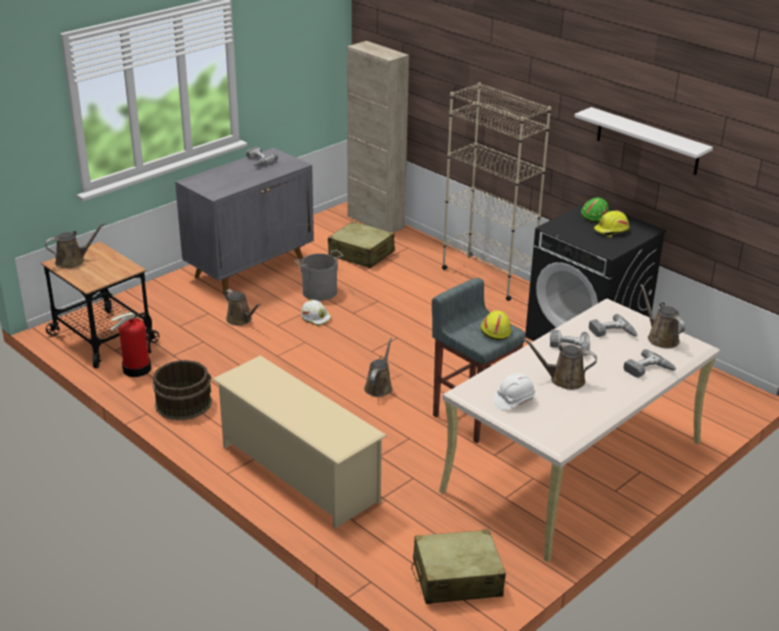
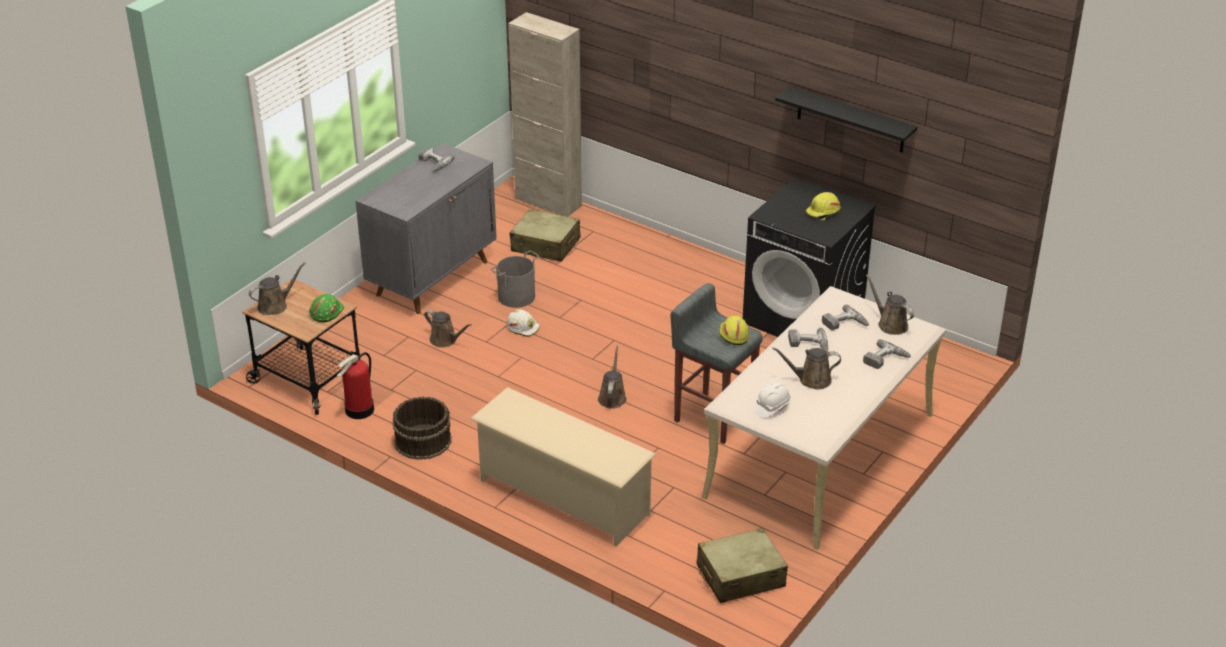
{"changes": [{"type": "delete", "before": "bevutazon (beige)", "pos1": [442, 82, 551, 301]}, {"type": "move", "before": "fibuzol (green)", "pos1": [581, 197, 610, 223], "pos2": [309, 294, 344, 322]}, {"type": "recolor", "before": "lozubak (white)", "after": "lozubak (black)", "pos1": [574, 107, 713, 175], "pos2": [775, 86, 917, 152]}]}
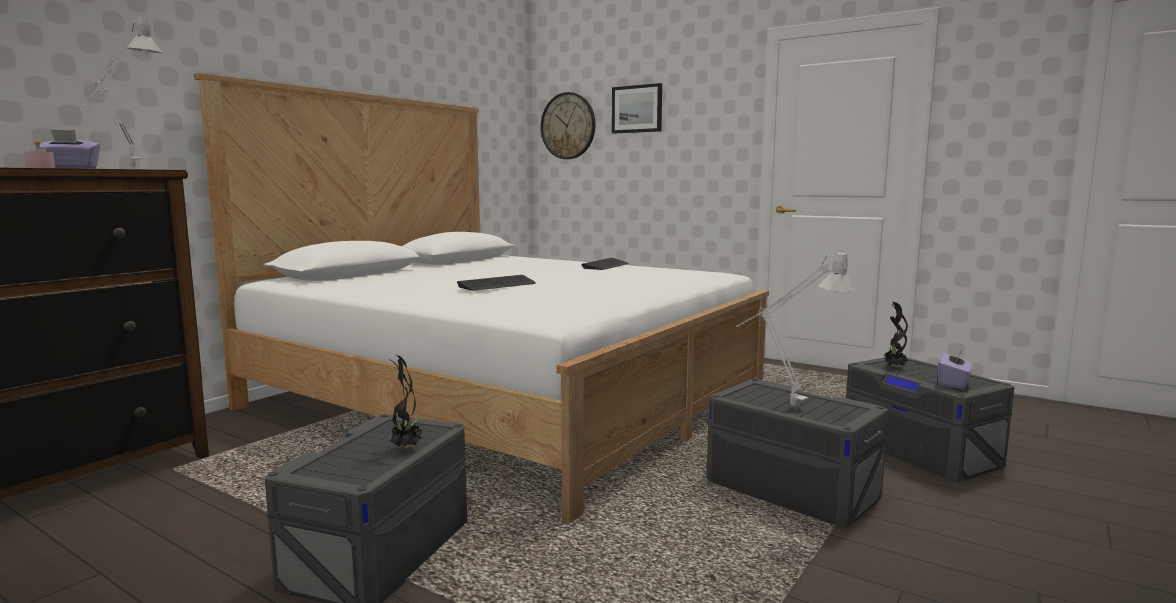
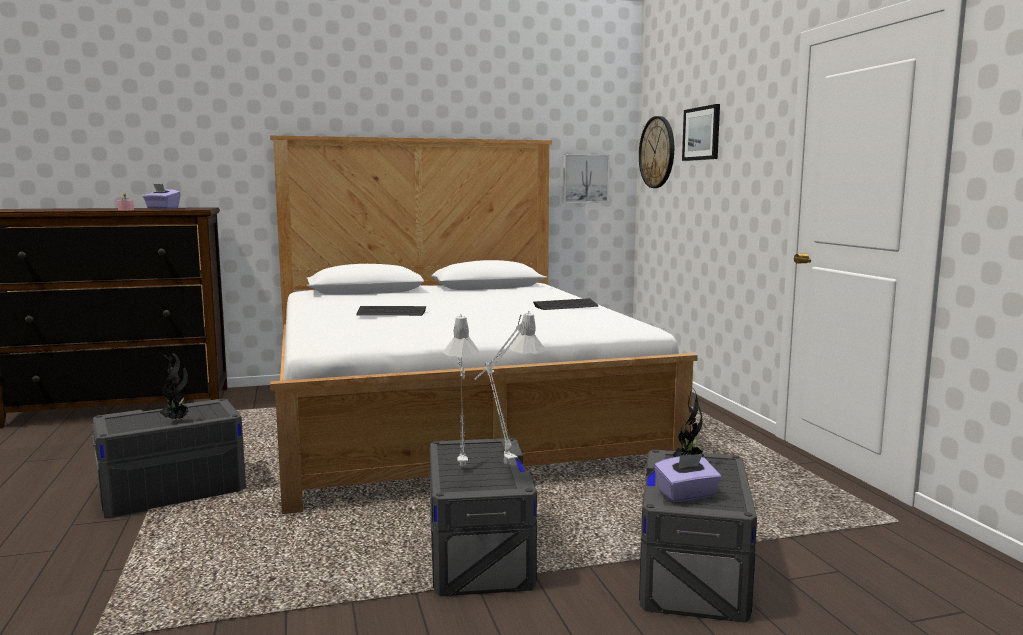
{"changes": [{"type": "insert", "after": "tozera", "pos2": [563, 154, 610, 203]}, {"type": "move", "before": "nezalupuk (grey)", "pos1": [82, 15, 163, 169], "pos2": [474, 311, 545, 464]}]}
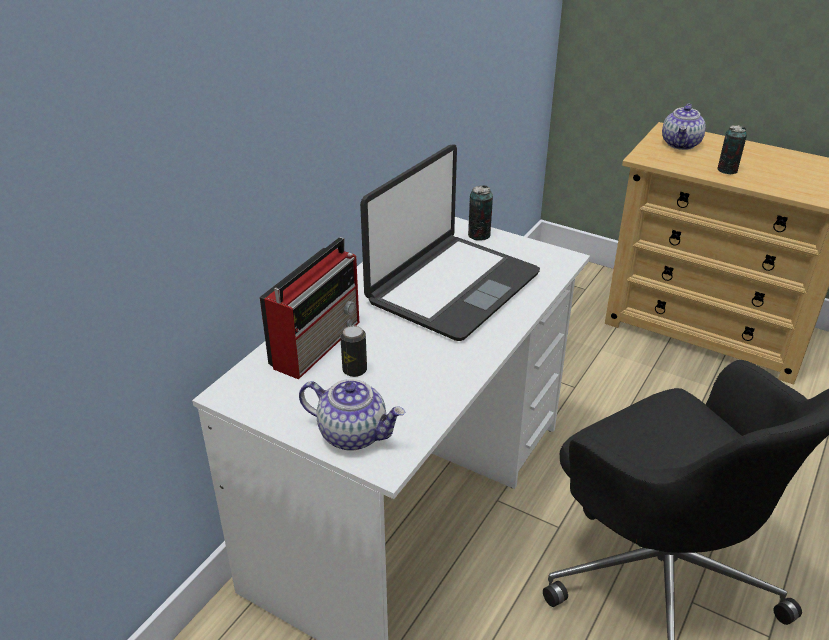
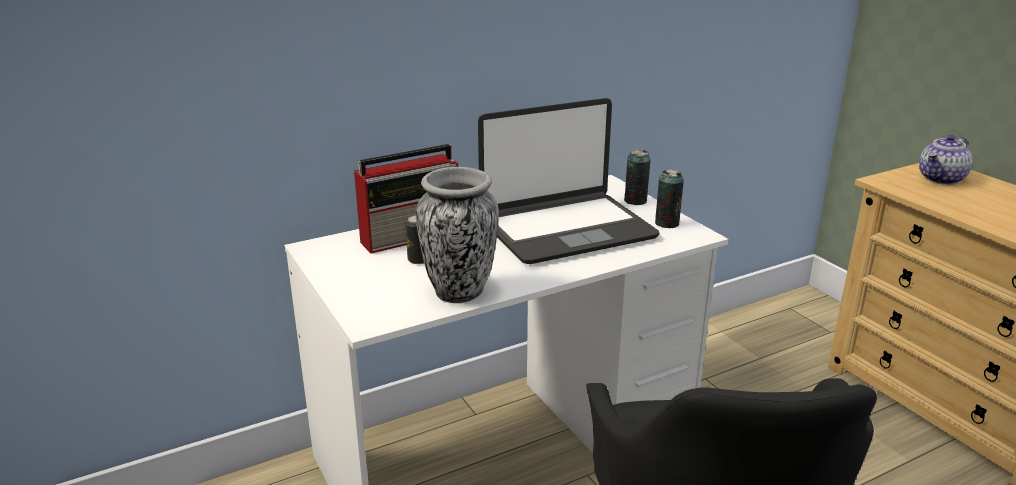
{"changes": [{"type": "delete", "before": "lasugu", "pos1": [299, 379, 406, 451]}, {"type": "insert", "after": "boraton", "pos2": [416, 167, 499, 303]}, {"type": "move", "before": "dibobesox", "pos1": [717, 125, 747, 174], "pos2": [655, 169, 684, 228]}]}
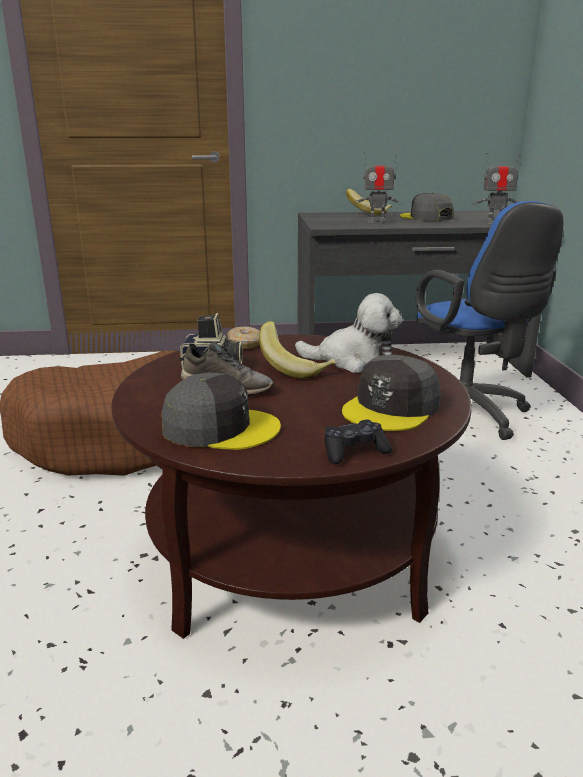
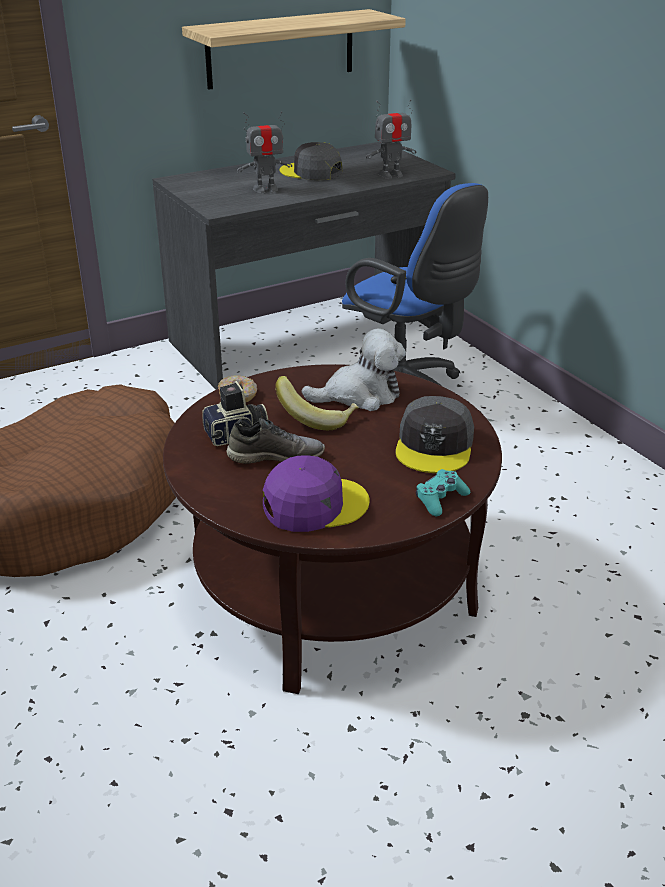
{"changes": [{"type": "delete", "before": "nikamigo", "pos1": [346, 189, 392, 215]}, {"type": "insert", "after": "lozubak", "pos2": [182, 9, 406, 90]}, {"type": "recolor", "before": "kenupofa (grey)", "after": "kenupofa (purple)", "pos1": [162, 373, 281, 450], "pos2": [263, 455, 369, 532]}, {"type": "recolor", "before": "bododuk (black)", "after": "bododuk (turquoise)", "pos1": [324, 420, 392, 464], "pos2": [416, 469, 470, 516]}]}
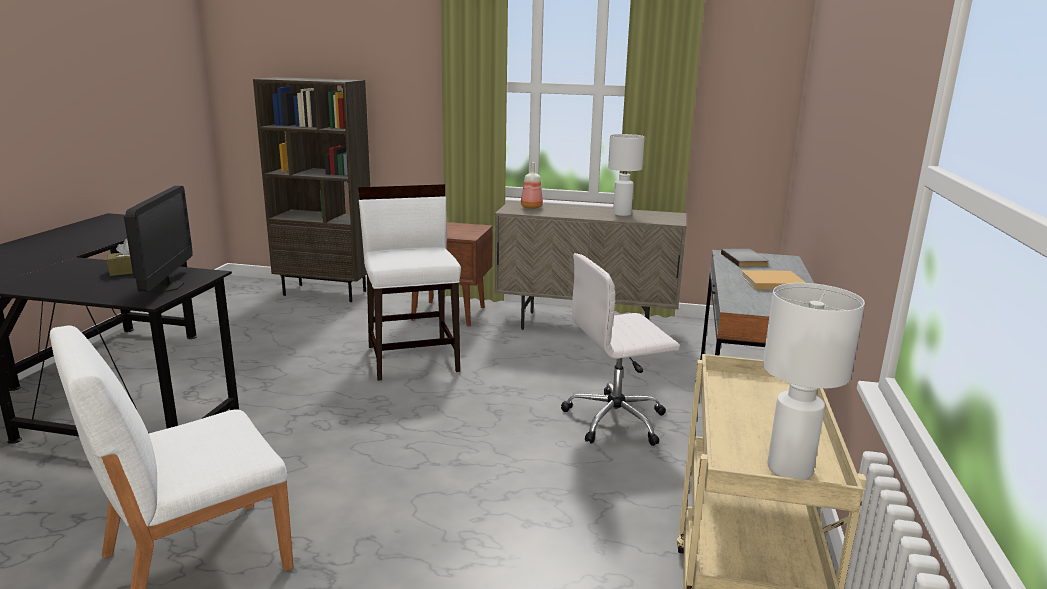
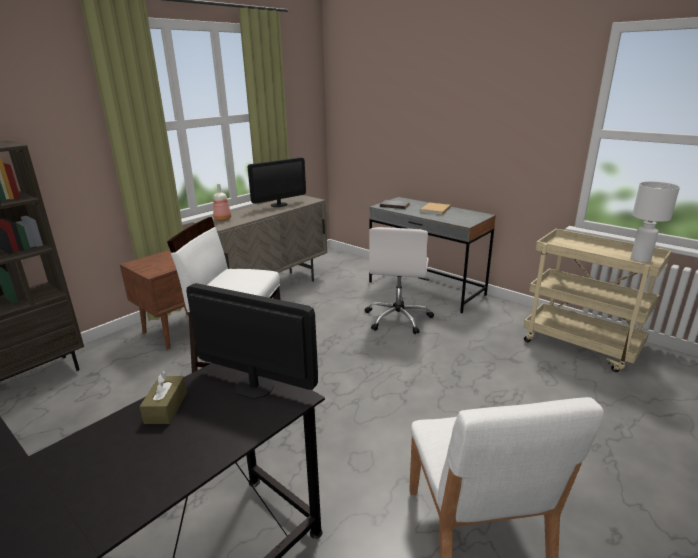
{"changes": [{"type": "replace", "before": "nezalupuk (white)", "after": "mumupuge", "pos1": [608, 134, 645, 216], "pos2": [248, 157, 306, 207]}]}
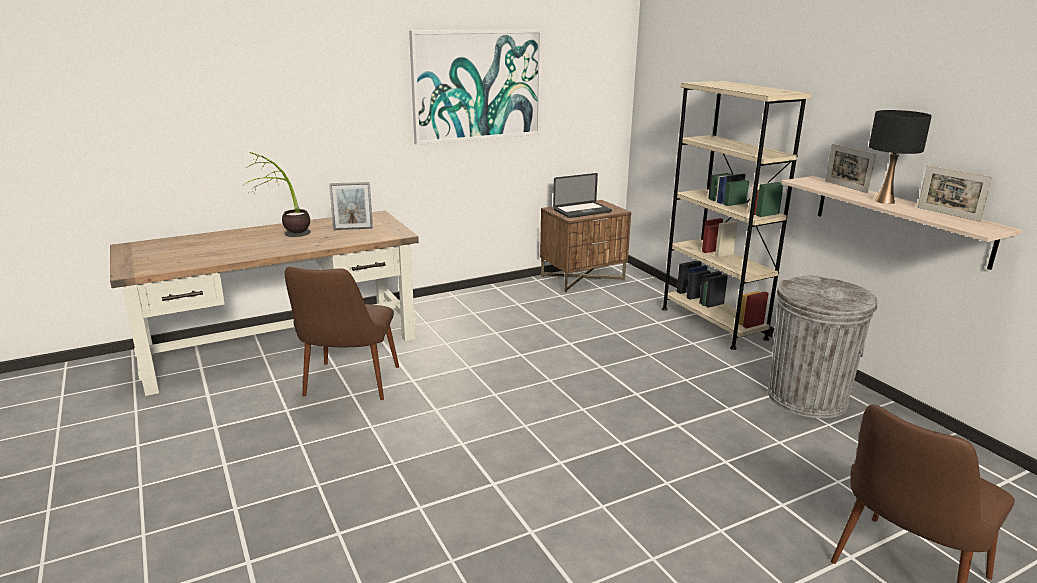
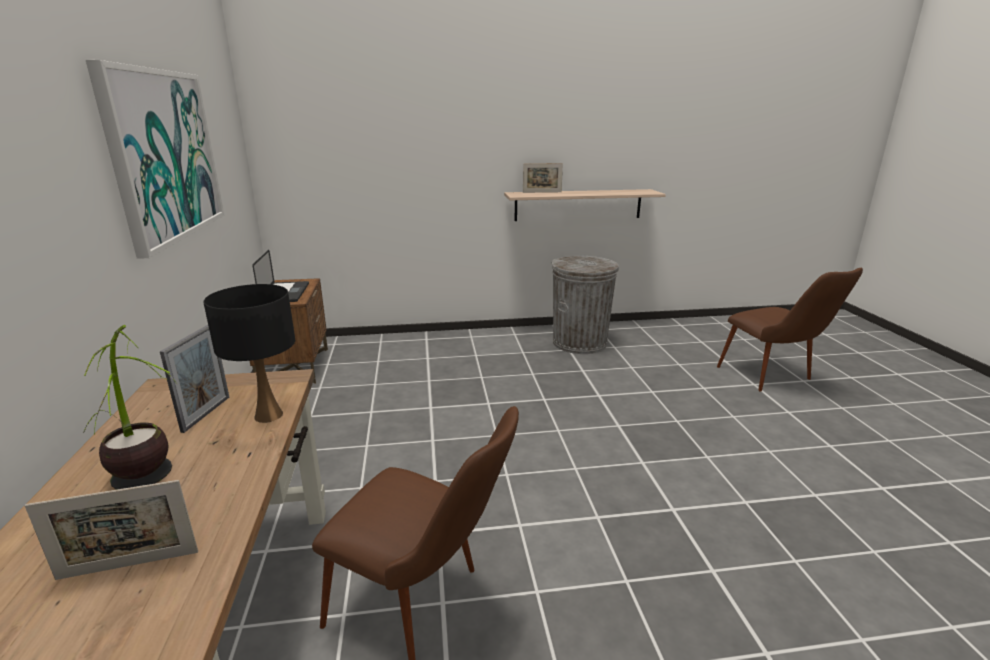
{"changes": [{"type": "delete", "before": "bevutazon (beige)", "pos1": [662, 81, 811, 350]}, {"type": "move", "before": "nezalupuk (black)", "pos1": [869, 110, 932, 204], "pos2": [203, 284, 295, 423]}, {"type": "move", "before": "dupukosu", "pos1": [918, 165, 993, 222], "pos2": [25, 480, 198, 580]}]}
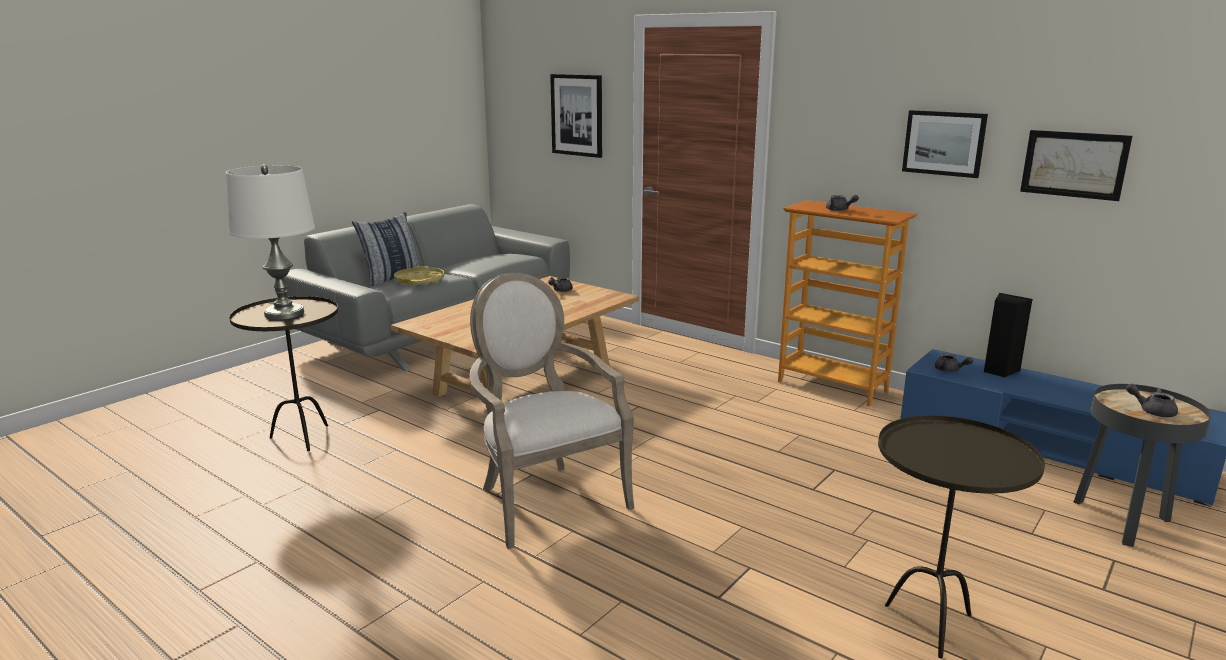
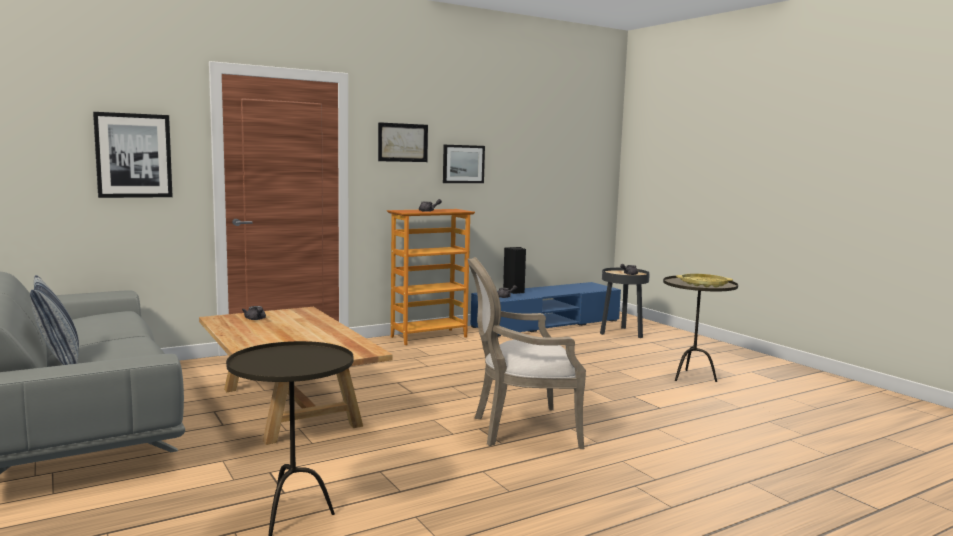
{"changes": [{"type": "delete", "before": "nezalupuk (white)", "pos1": [226, 164, 315, 320]}, {"type": "move", "before": "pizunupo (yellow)", "pos1": [394, 266, 444, 286], "pos2": [676, 274, 733, 288]}, {"type": "move", "before": "tozera", "pos1": [1020, 130, 1133, 201], "pos2": [378, 122, 428, 162]}]}
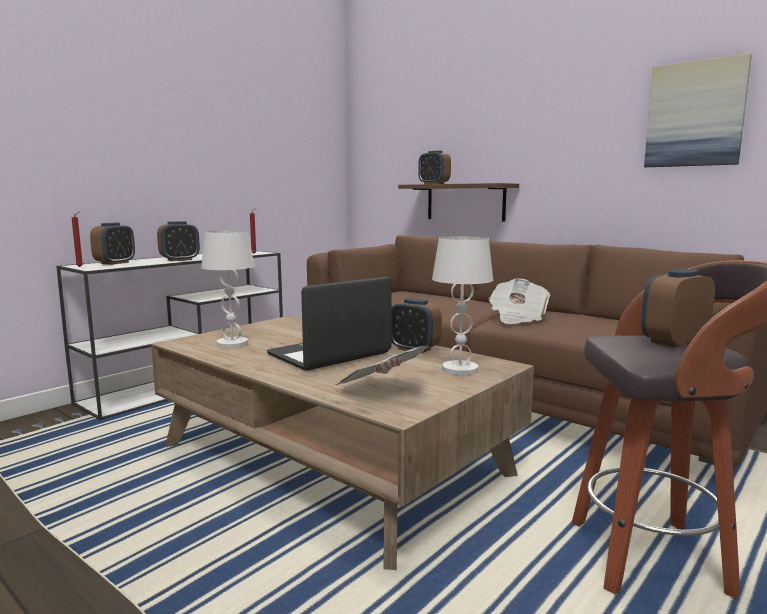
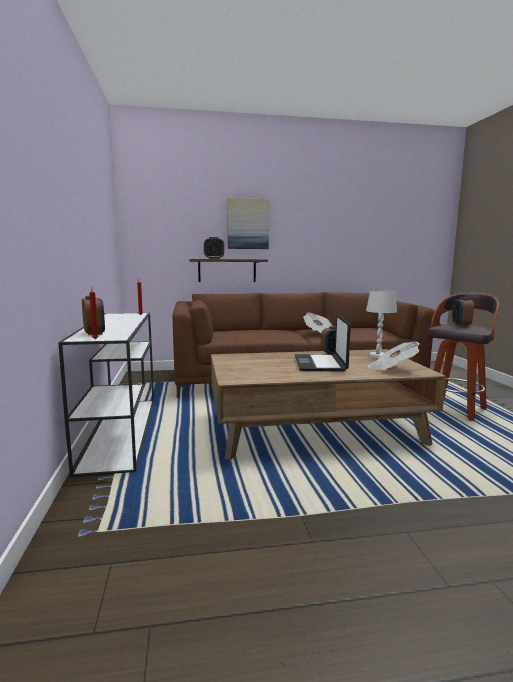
{"changes": [{"type": "delete", "before": "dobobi", "pos1": [157, 221, 200, 261]}, {"type": "delete", "before": "nezalupuk (white)", "pos1": [201, 230, 255, 348]}, {"type": "move", "before": "tozera", "pos1": [644, 53, 752, 167], "pos2": [228, 198, 269, 249]}]}
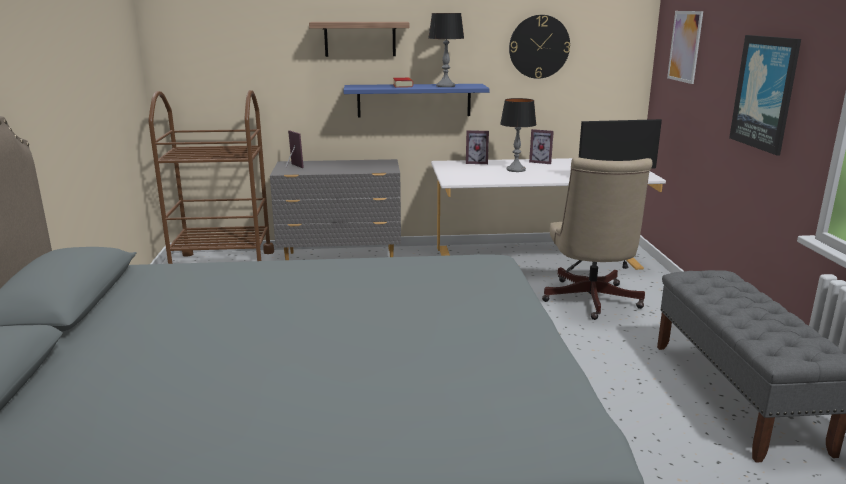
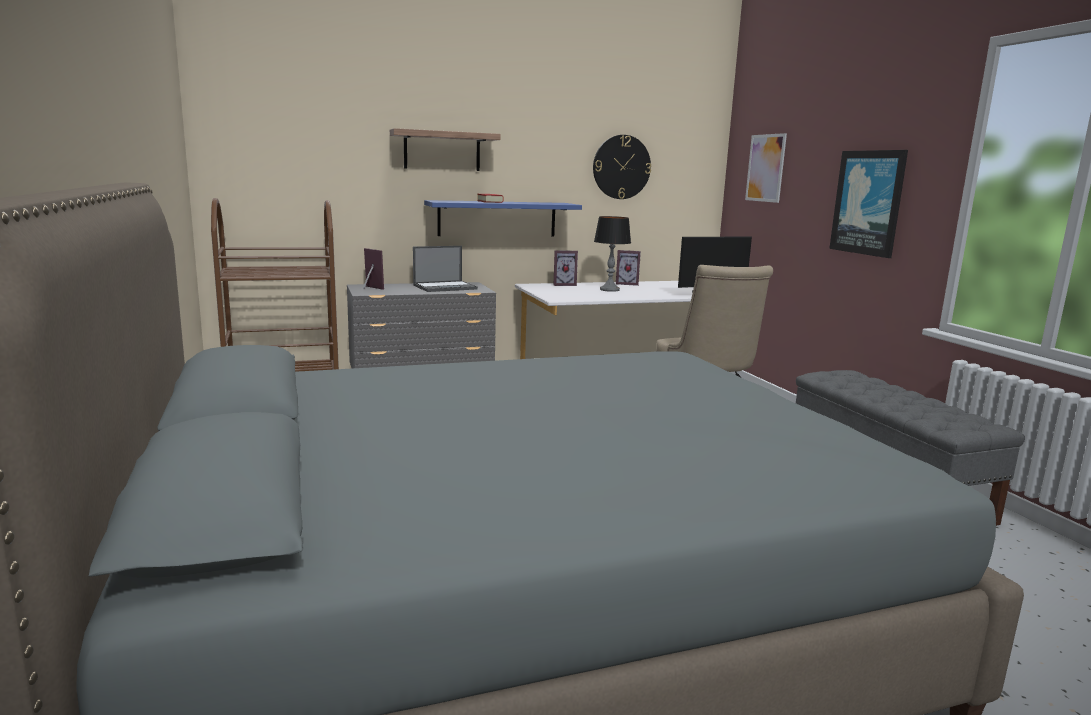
{"changes": [{"type": "delete", "before": "nezalupuk", "pos1": [429, 13, 464, 87]}, {"type": "insert", "after": "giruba", "pos2": [413, 246, 478, 292]}]}
